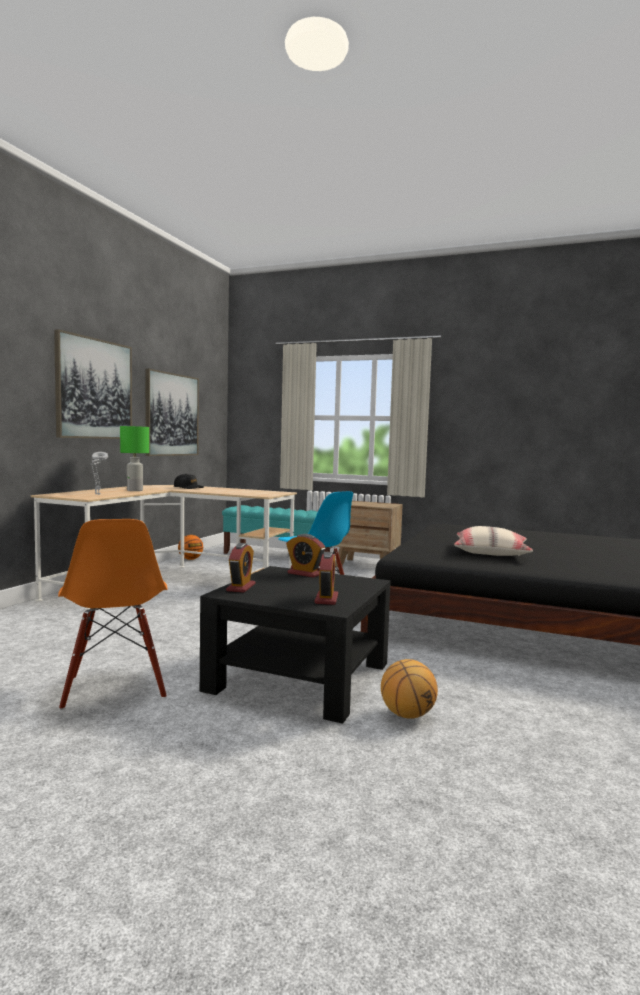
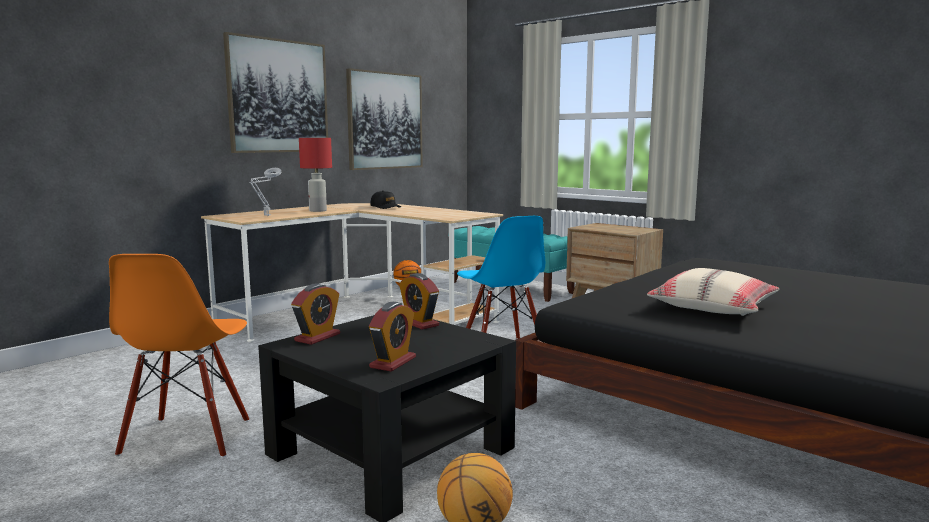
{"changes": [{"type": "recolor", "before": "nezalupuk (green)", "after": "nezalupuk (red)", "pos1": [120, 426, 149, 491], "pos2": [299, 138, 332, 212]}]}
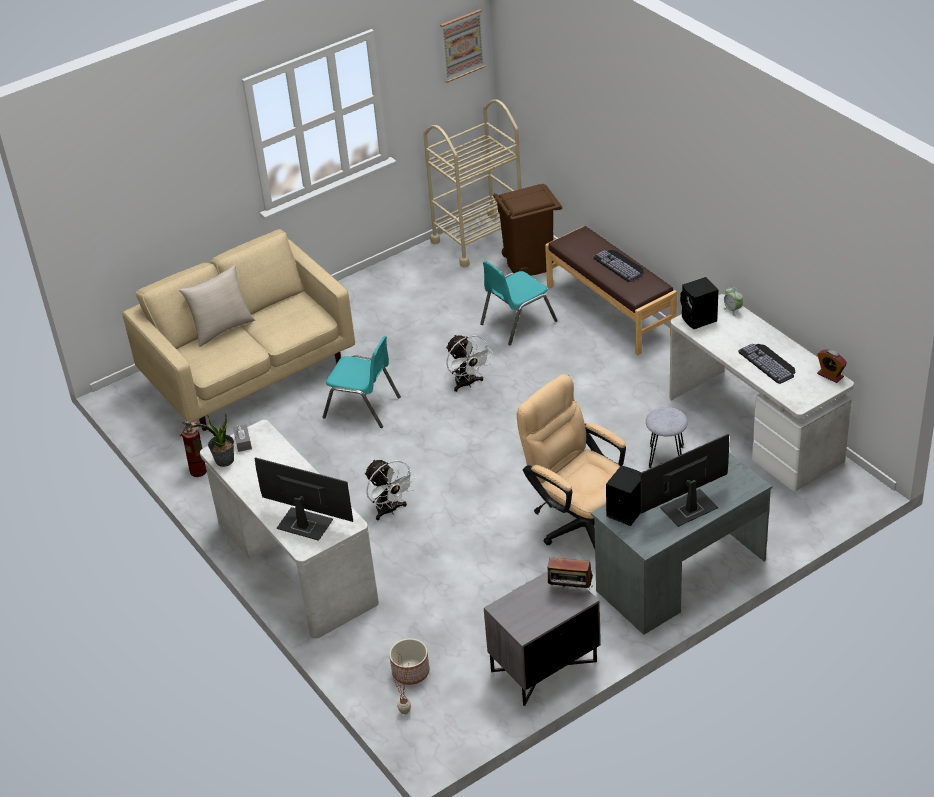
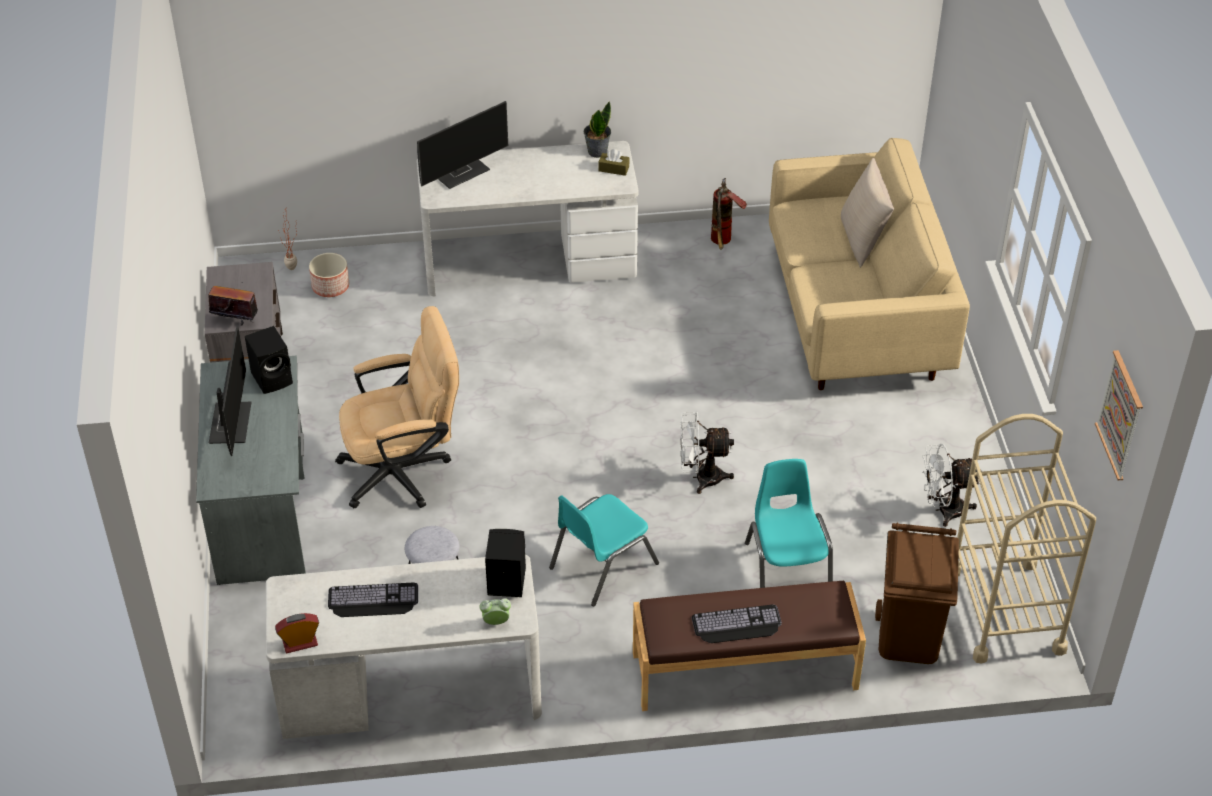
{"changes": [{"type": "move", "before": "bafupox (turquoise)", "pos1": [323, 336, 401, 428], "pos2": [549, 494, 659, 606]}, {"type": "move", "before": "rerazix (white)", "pos1": [365, 459, 416, 521], "pos2": [922, 444, 982, 527]}, {"type": "recolor", "before": "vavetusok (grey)", "after": "vavetusok (brown)", "pos1": [233, 425, 252, 452], "pos2": [599, 149, 629, 176]}, {"type": "rotate", "before": "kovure", "pos1": [547, 553, 593, 588], "pos2": [208, 286, 258, 326], "turn": 60}]}
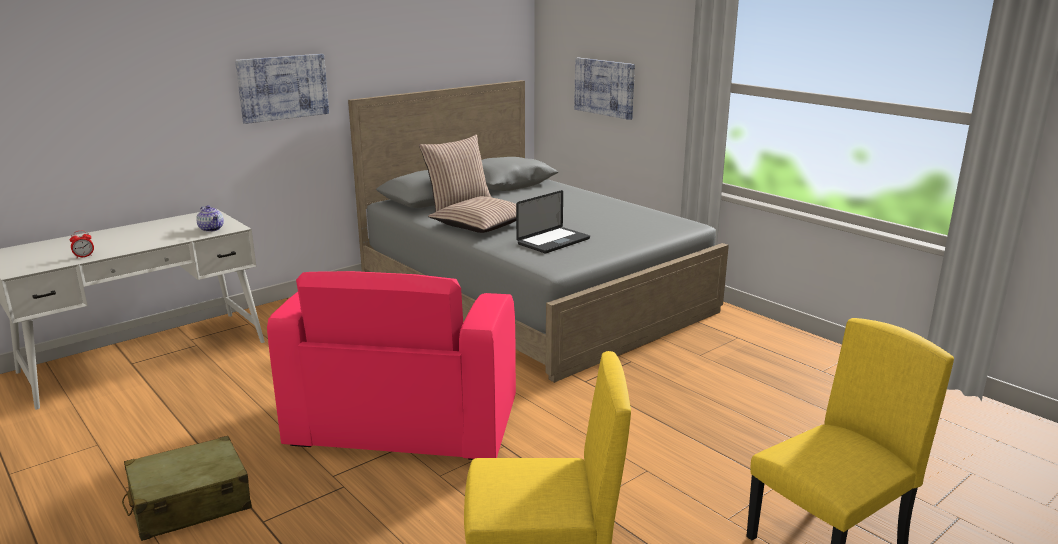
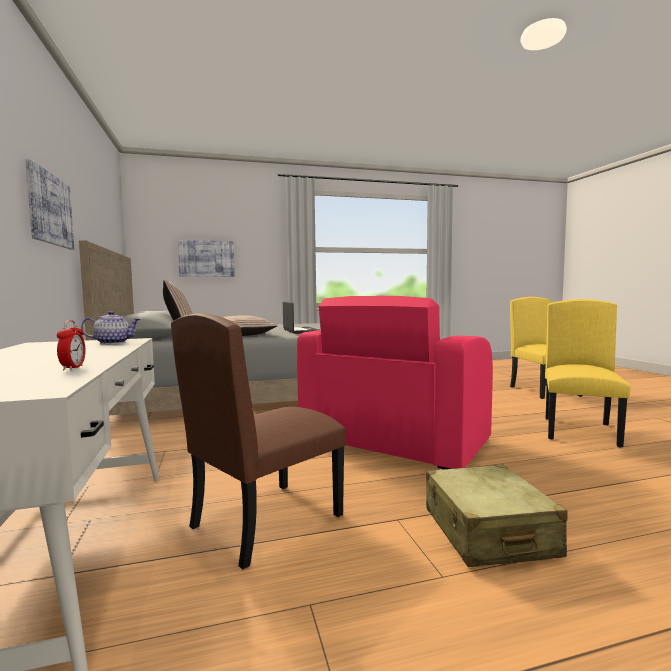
{"changes": [{"type": "insert", "after": "bafupox (brown)", "pos2": [171, 313, 346, 569]}, {"type": "rotate", "before": "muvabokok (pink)", "pos1": [267, 271, 516, 460], "pos2": [297, 296, 493, 469], "turn": 90}]}
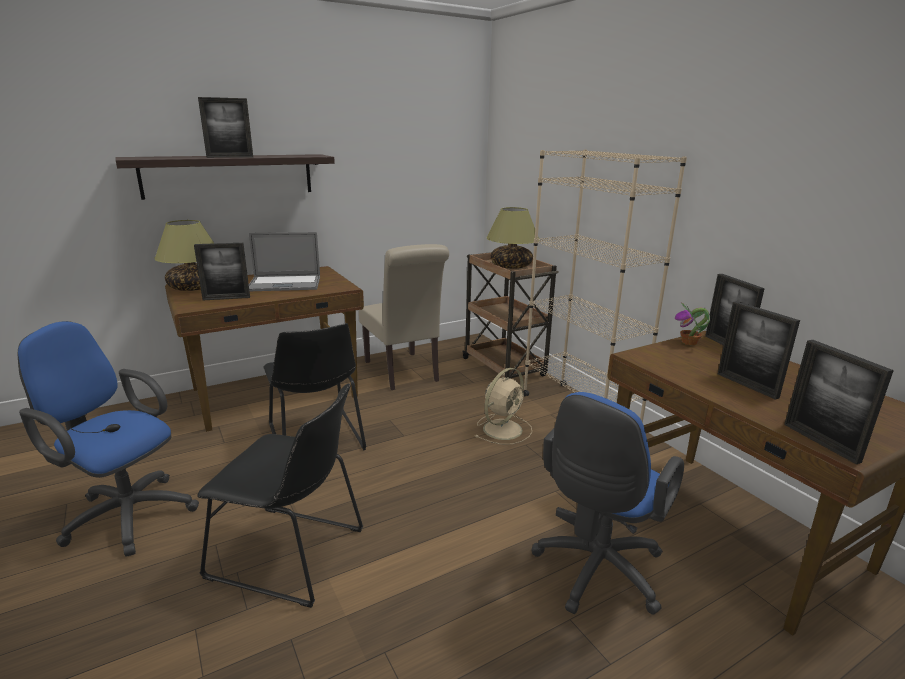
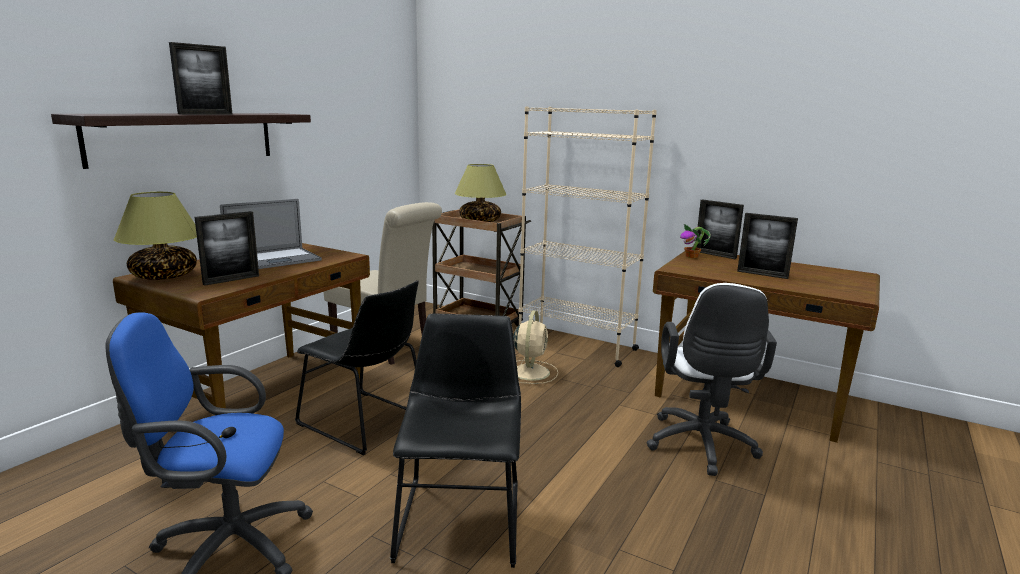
{"changes": [{"type": "delete", "before": "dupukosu", "pos1": [784, 340, 894, 464]}, {"type": "recolor", "before": "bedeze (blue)", "after": "bedeze (white)", "pos1": [531, 392, 684, 615], "pos2": [647, 283, 777, 476]}, {"type": "rotate", "before": "bafupox (black)", "pos1": [197, 383, 363, 608], "pos2": [390, 313, 521, 568], "turn": -75}]}
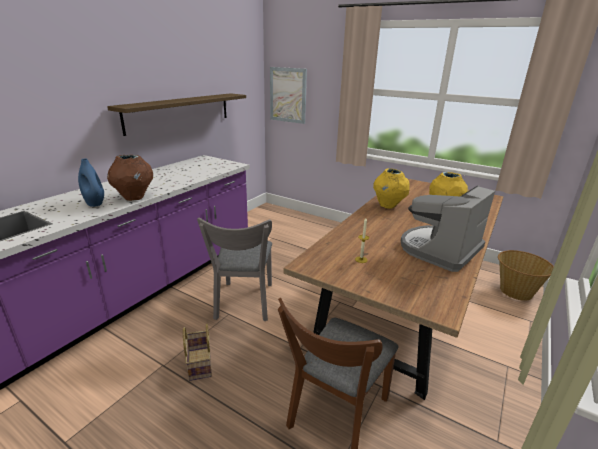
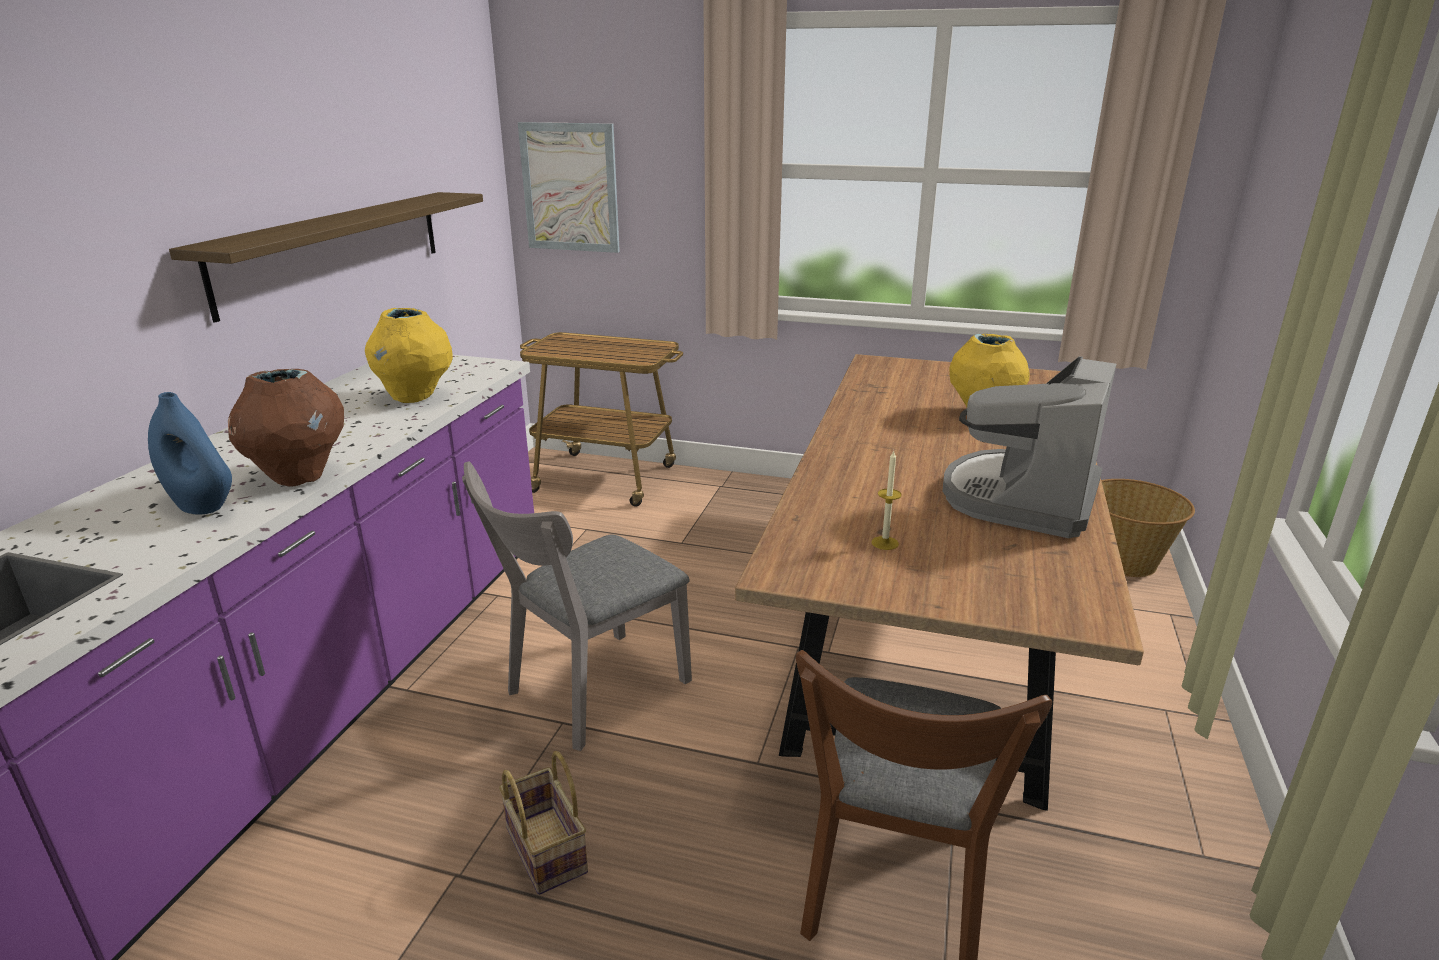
{"changes": [{"type": "insert", "after": "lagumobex", "pos2": [520, 332, 683, 507]}, {"type": "move", "before": "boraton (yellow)", "pos1": [373, 168, 410, 209], "pos2": [365, 308, 453, 403]}, {"type": "rotate", "before": "bafupox (grey)", "pos1": [197, 218, 272, 321], "pos2": [462, 461, 692, 751], "turn": 60}]}
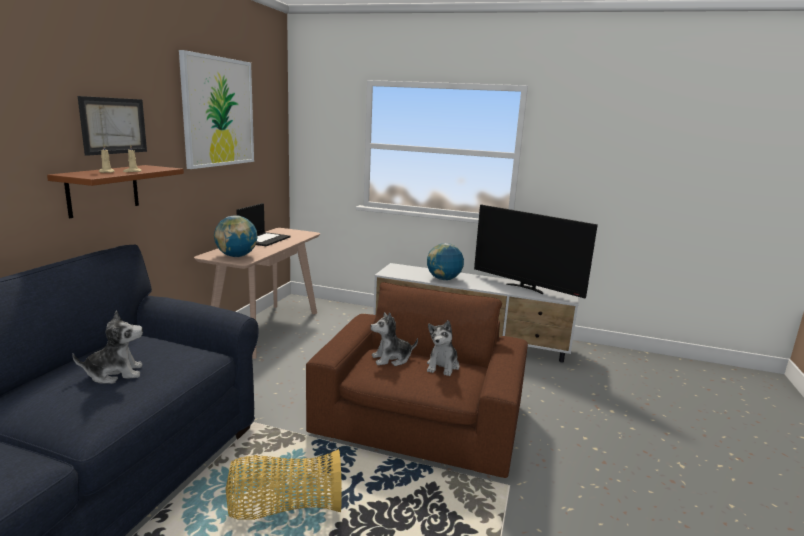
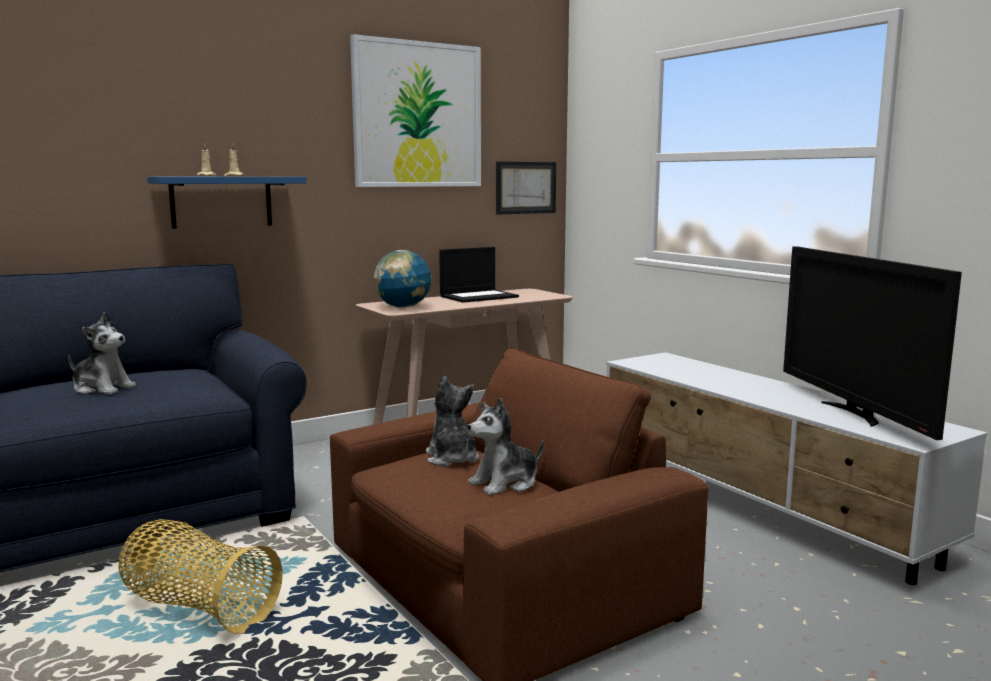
{"changes": [{"type": "delete", "before": "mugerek", "pos1": [427, 243, 464, 280]}, {"type": "move", "before": "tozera", "pos1": [78, 96, 147, 156], "pos2": [496, 162, 556, 215]}, {"type": "recolor", "before": "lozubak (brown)", "after": "lozubak (blue)", "pos1": [47, 165, 184, 218], "pos2": [147, 177, 307, 229]}, {"type": "rotate", "before": "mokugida", "pos1": [371, 312, 418, 366], "pos2": [426, 376, 479, 467], "turn": 45}]}
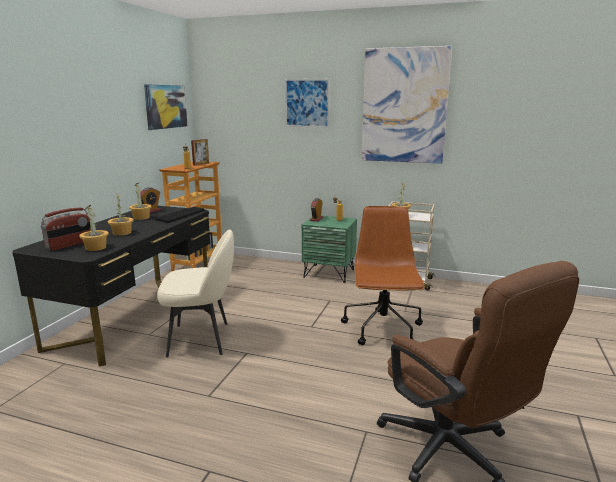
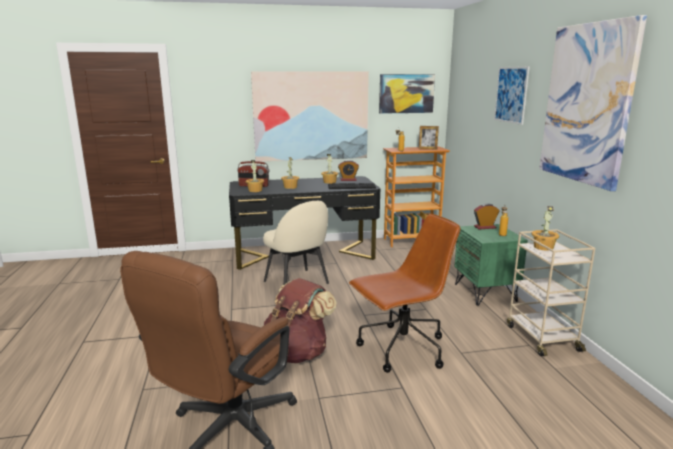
{"changes": [{"type": "insert", "after": "tozera", "pos2": [251, 71, 369, 162]}, {"type": "insert", "after": "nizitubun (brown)", "pos2": [264, 278, 337, 363]}]}
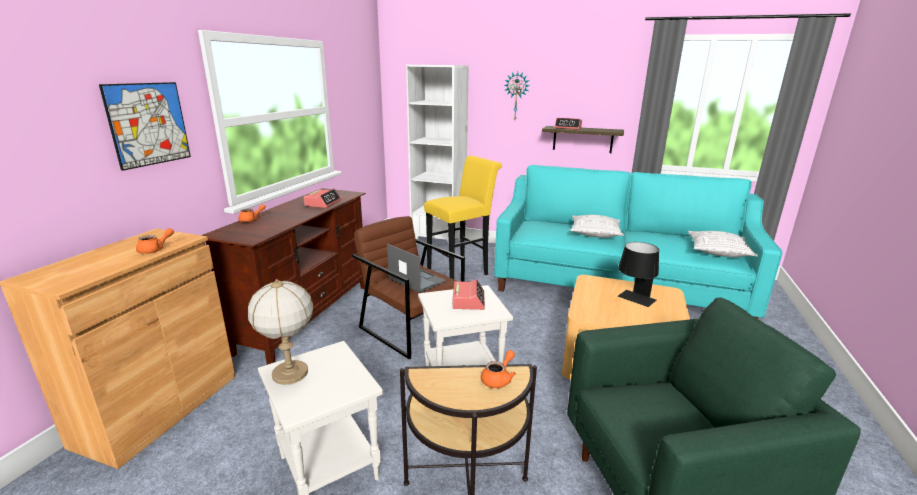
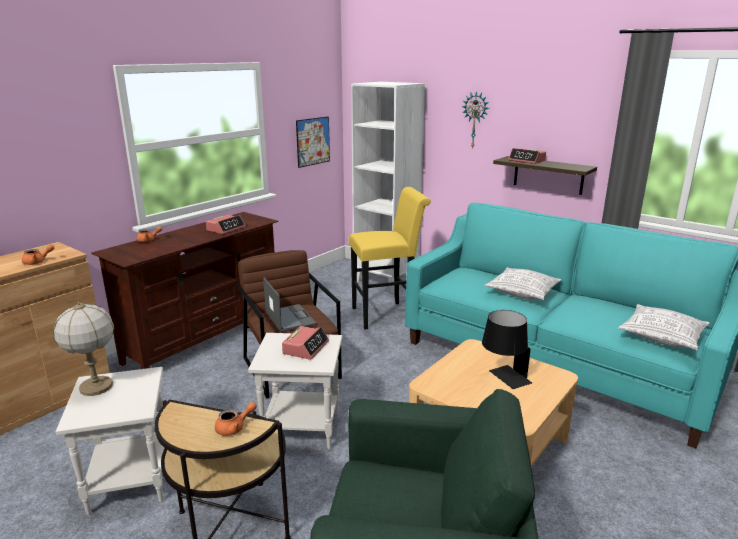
{"changes": [{"type": "move", "before": "tozera", "pos1": [99, 82, 191, 171], "pos2": [296, 117, 330, 168]}]}
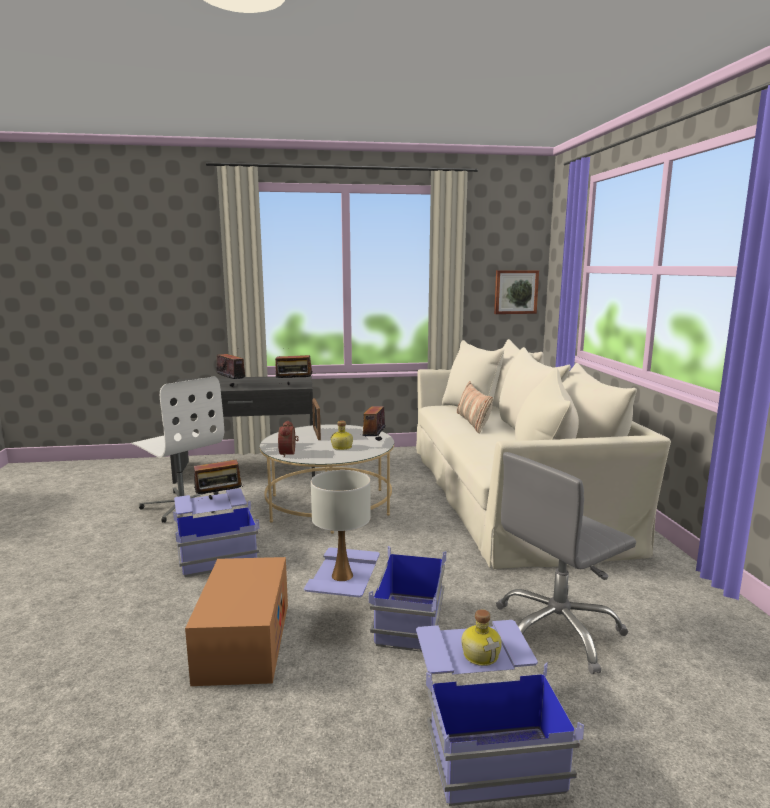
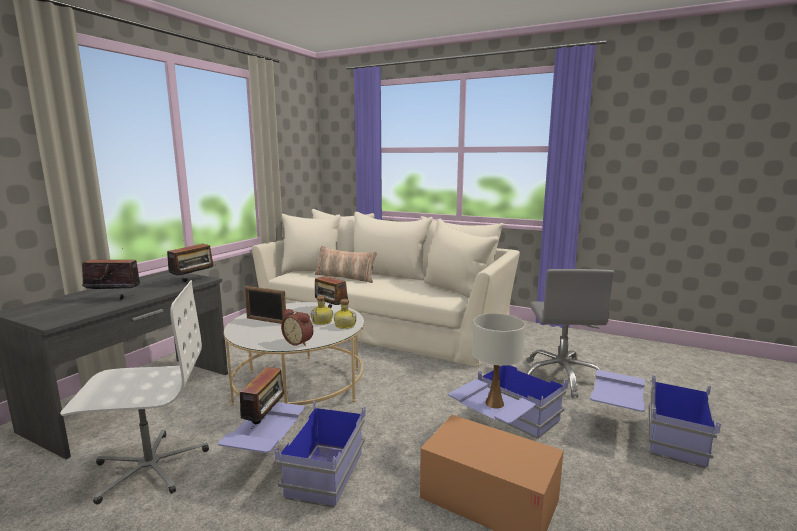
{"changes": [{"type": "delete", "before": "tozera", "pos1": [494, 270, 539, 314]}, {"type": "move", "before": "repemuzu", "pos1": [461, 609, 502, 666], "pos2": [334, 299, 356, 329]}]}
